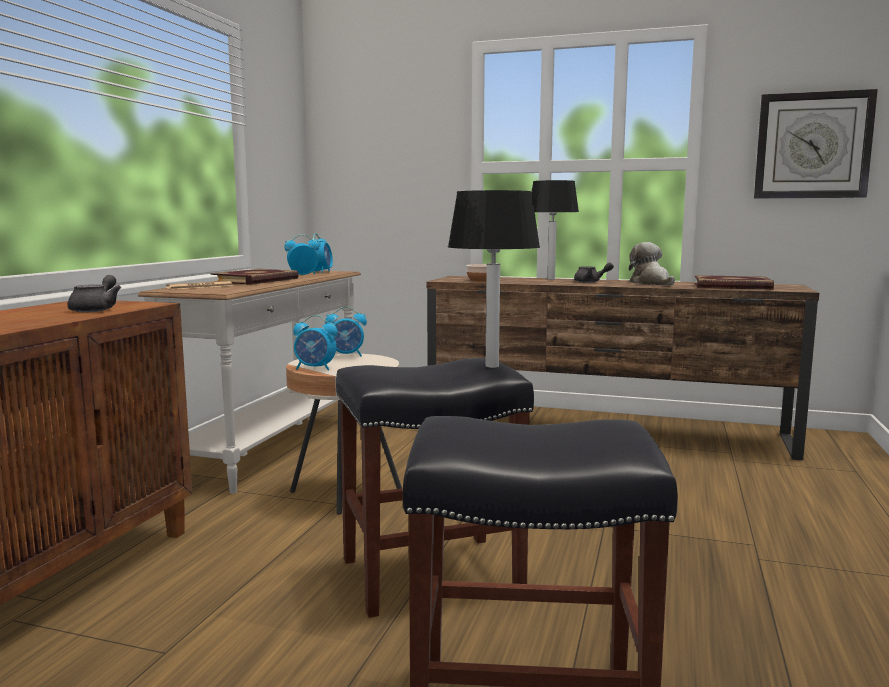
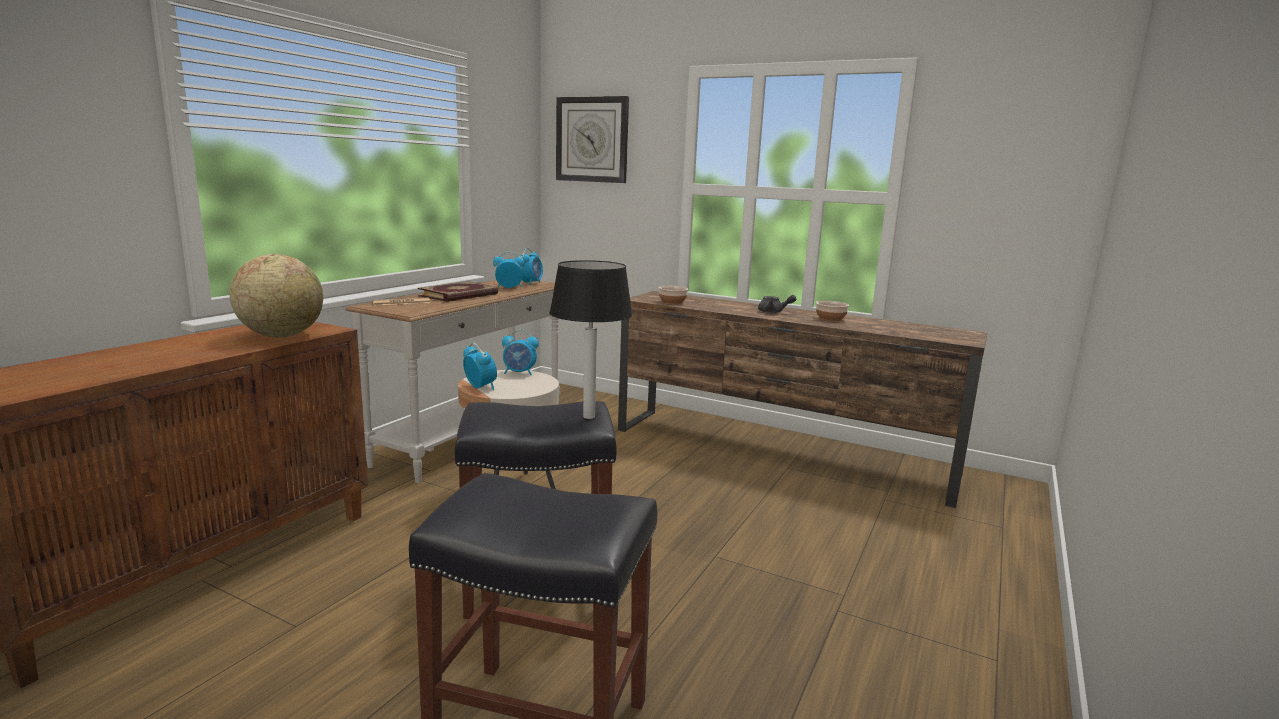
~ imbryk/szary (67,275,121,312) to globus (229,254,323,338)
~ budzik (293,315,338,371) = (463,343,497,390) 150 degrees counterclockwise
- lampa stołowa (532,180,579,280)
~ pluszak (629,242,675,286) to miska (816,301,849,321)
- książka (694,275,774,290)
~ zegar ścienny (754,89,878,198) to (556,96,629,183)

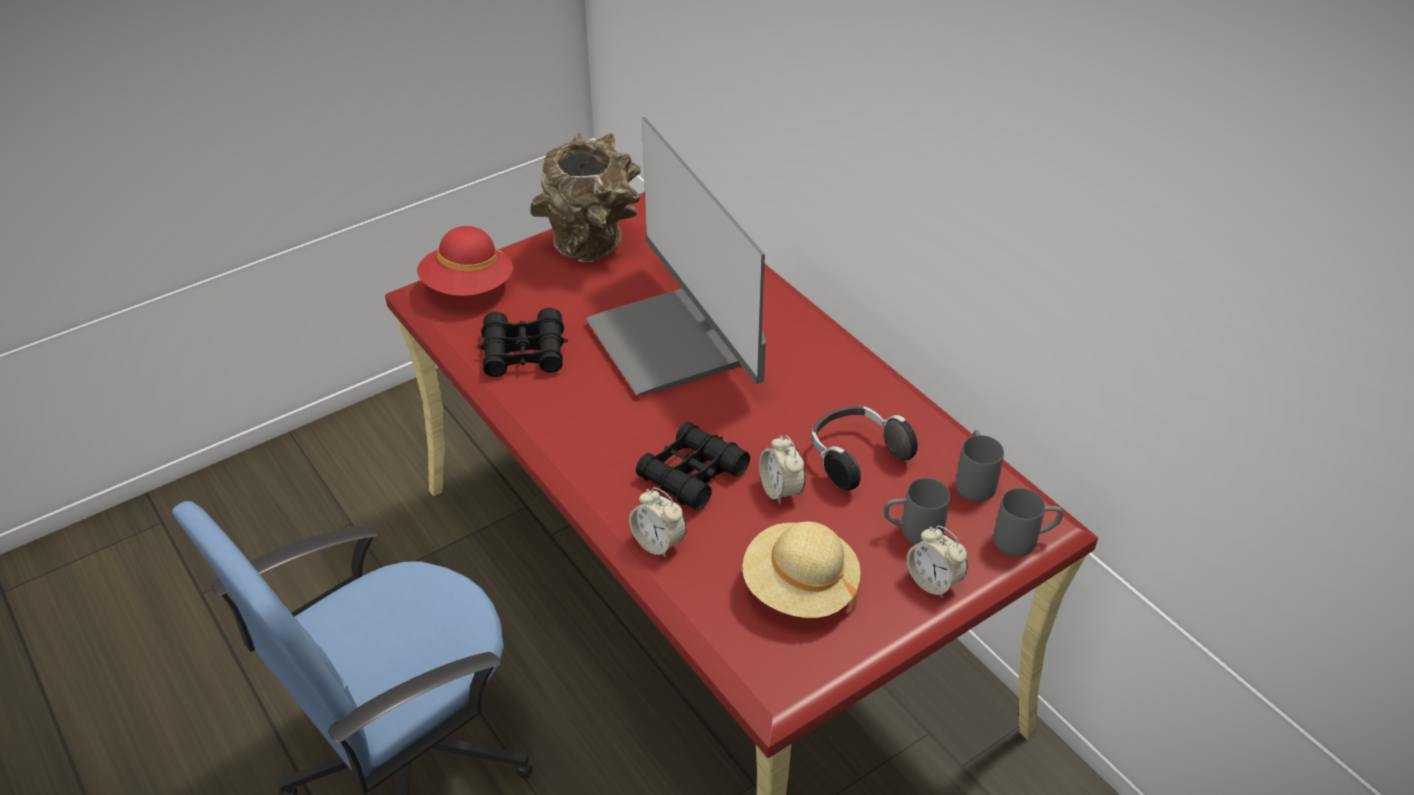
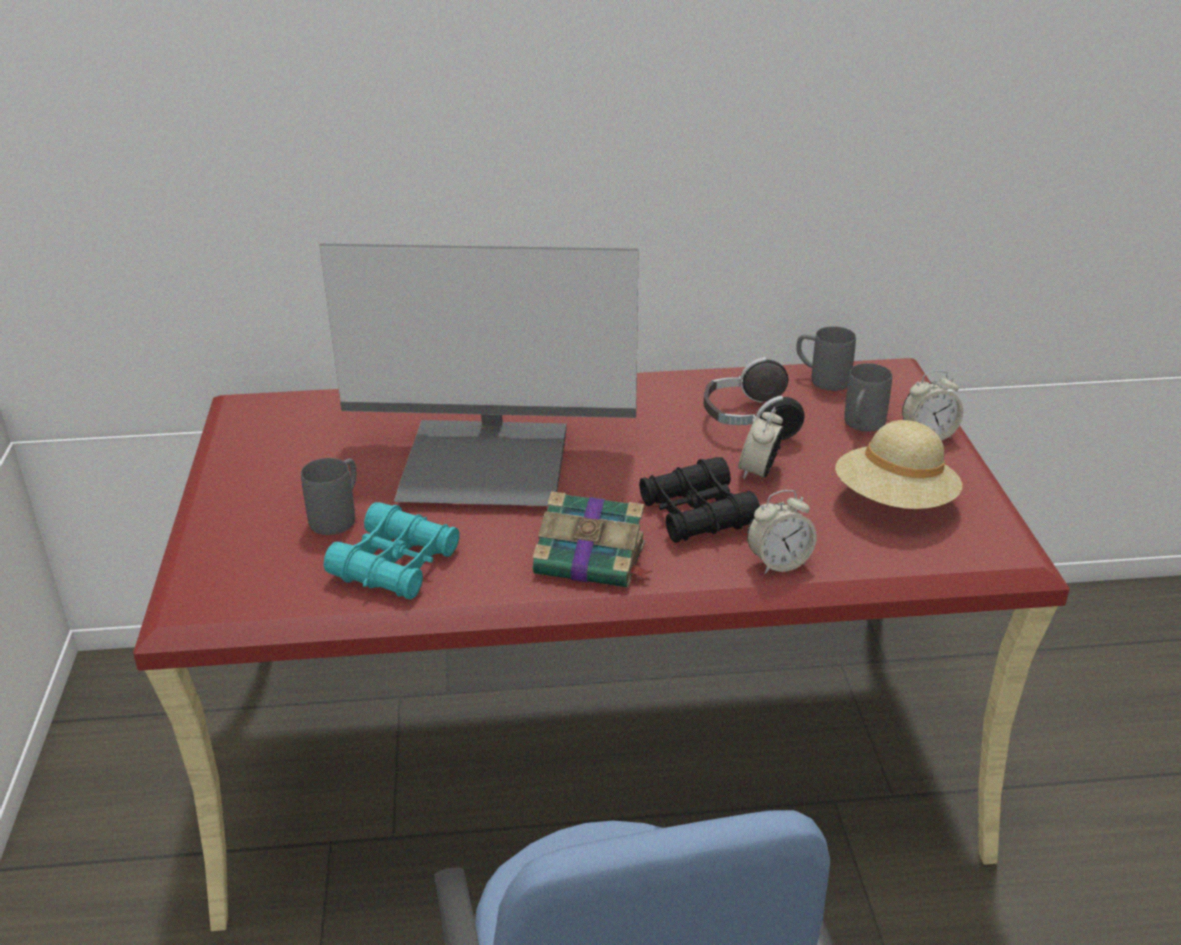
- kapelusz/czerwony (417,226,513,296)
~ lornetka/czarny (477,308,568,377) to lornetka/turkusowy (324,502,459,600)
- wazon/brązowy (530,133,641,262)
~ budzik (759,435,806,505) = (738,407,784,479) 105 degrees clockwise
~ kubek/szary (994,488,1063,557) to (301,458,357,535)
+ książka (533,491,653,588)

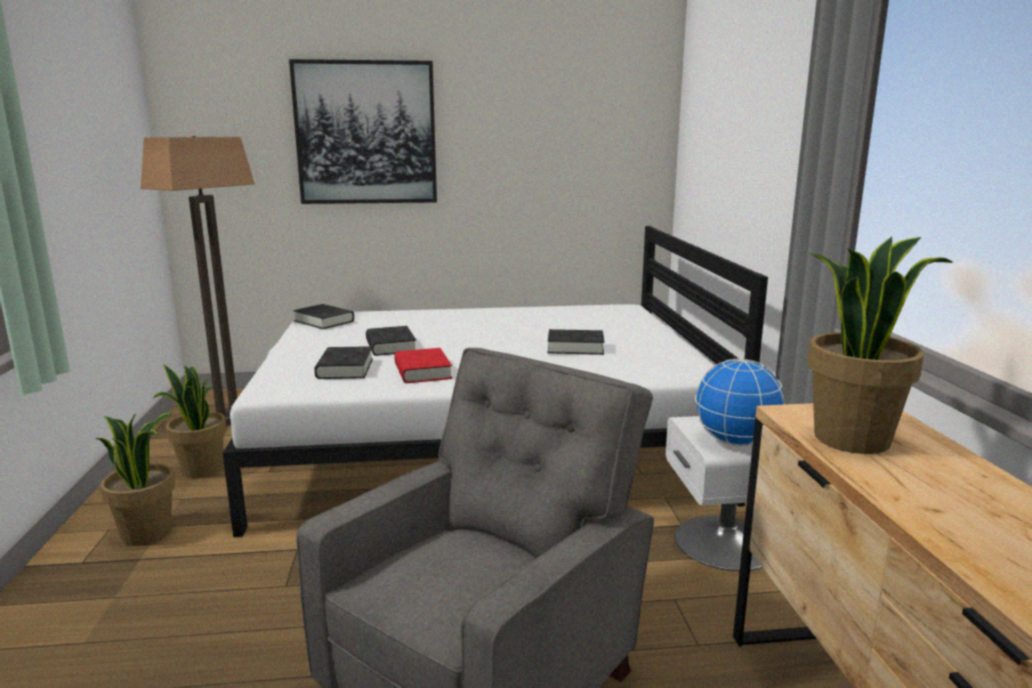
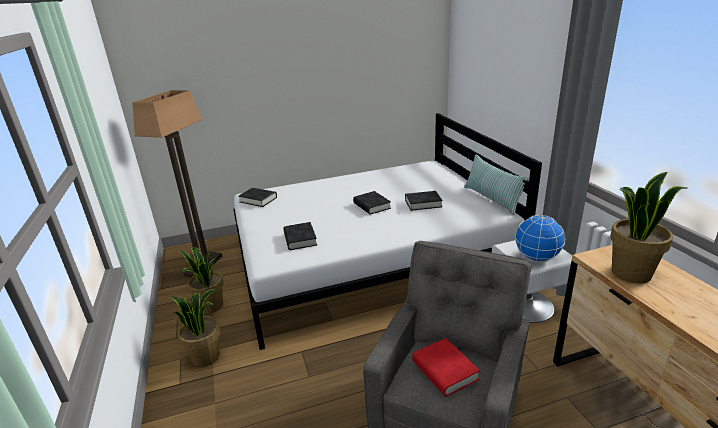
- obraz (289,59,437,204)
~ książka/czarny (366,326,416,356) to (353,191,391,215)
~ książka/czerwony (394,348,452,383) to (412,338,480,397)
+ poduszka (464,154,529,215)

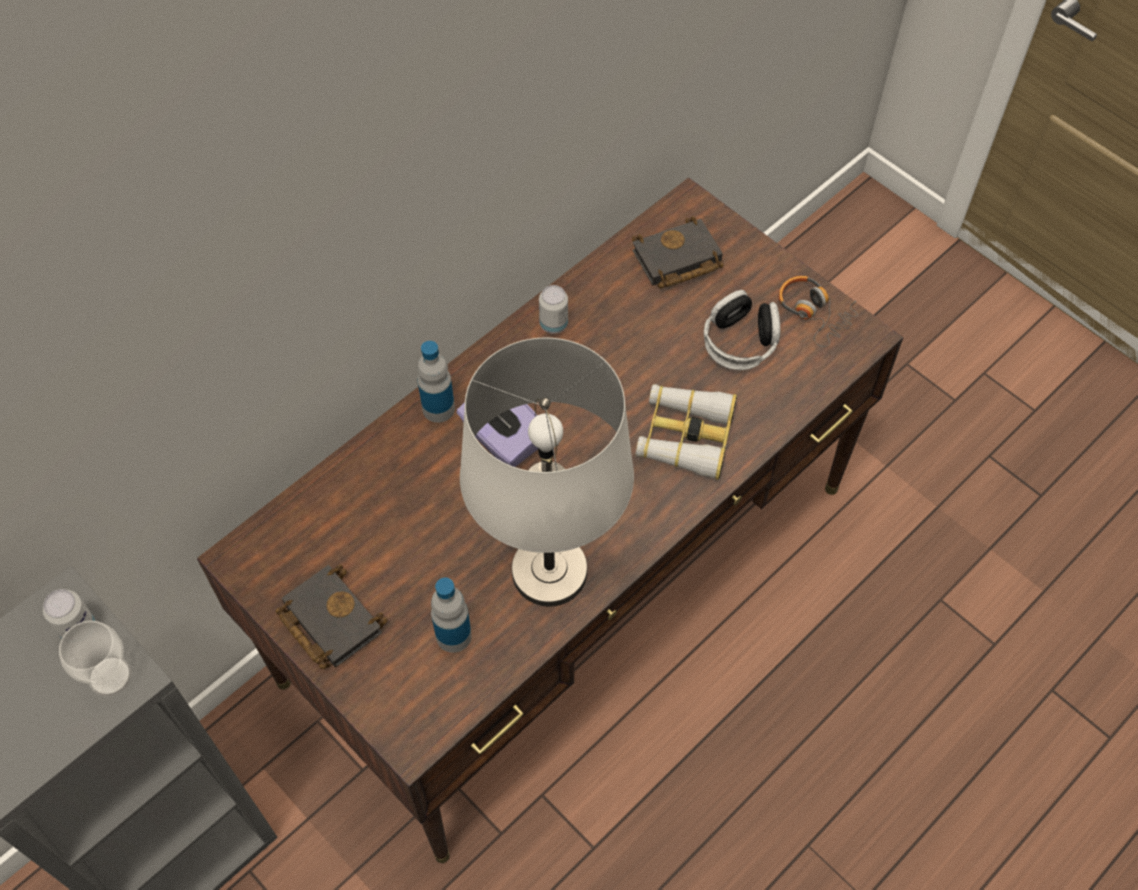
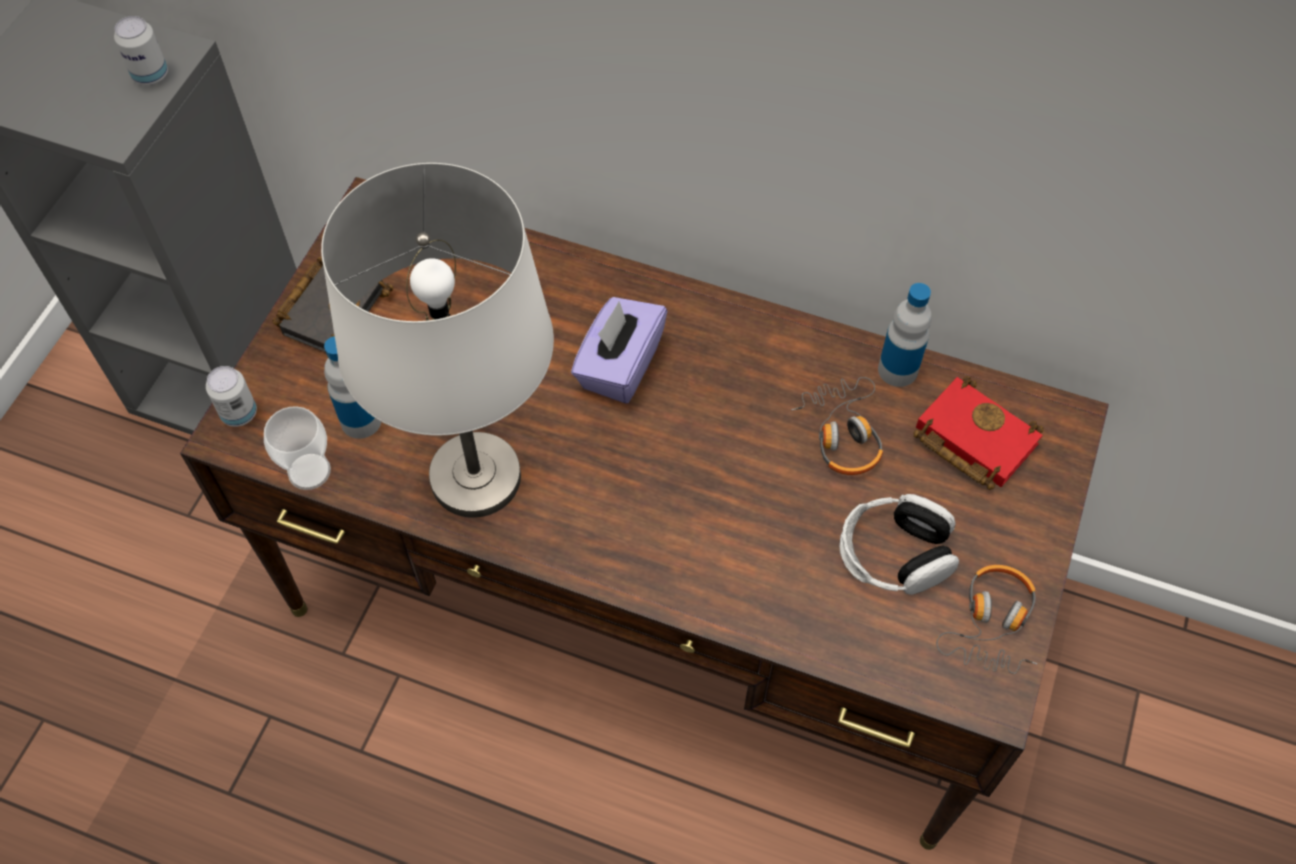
~ filiżanka (59,621,131,696) to (264,406,331,490)
~ butelka (417,341,455,423) to (878,283,932,387)
~ puszka (539,285,568,334) to (206,366,257,427)
~ książka/czarny (632,216,724,289) to książka/czerwony (914,376,1044,490)
- lornetka (636,384,737,480)
+ słuchawki (791,377,883,475)

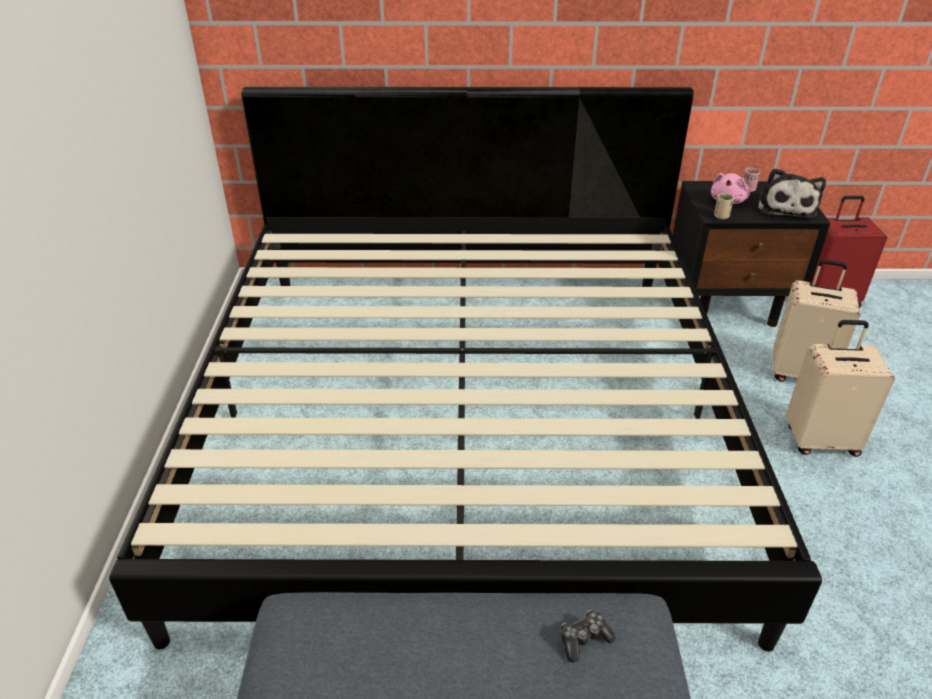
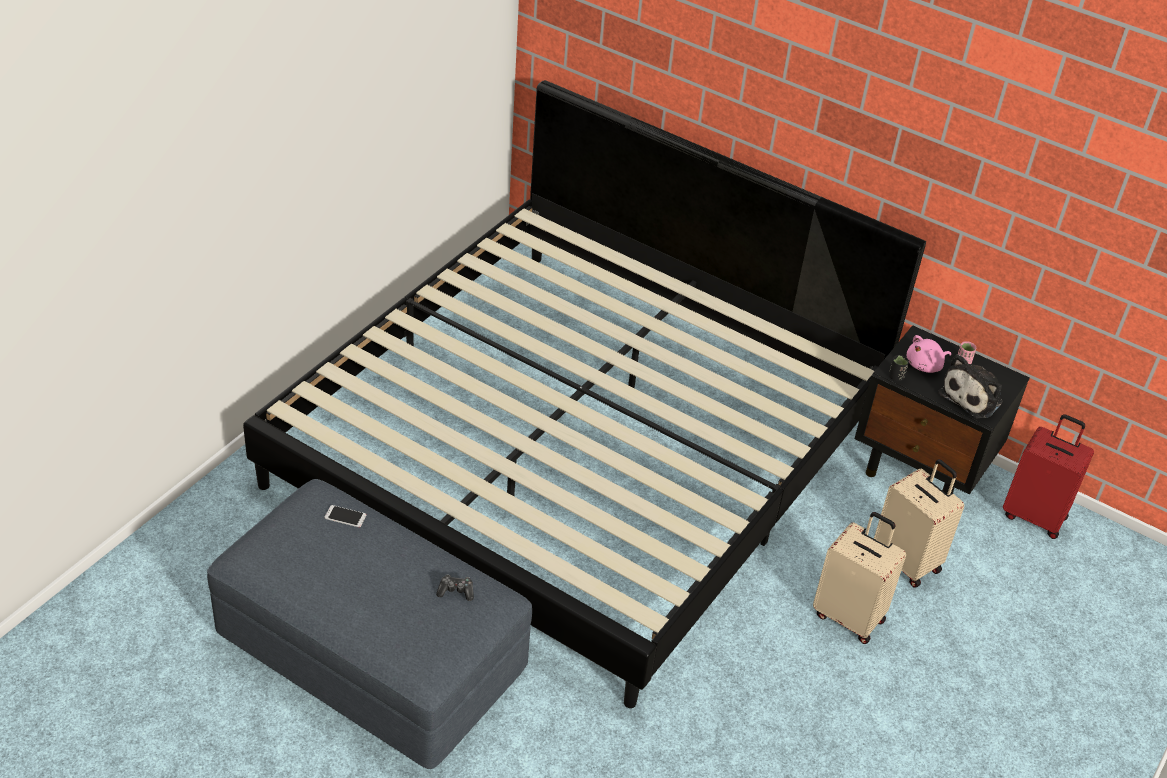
~ filiżanka/beżowy (714,193,734,219) to filiżanka/czarny (889,355,909,381)
+ telefon (325,505,367,527)

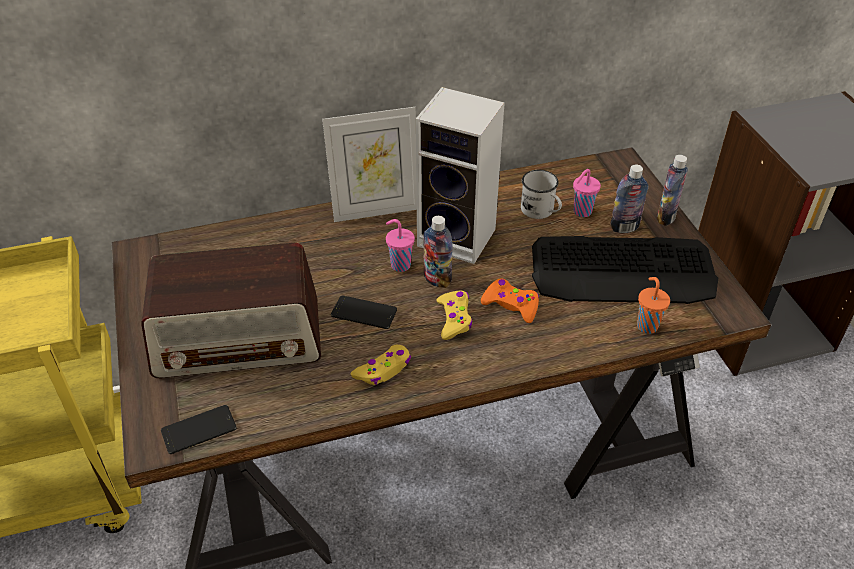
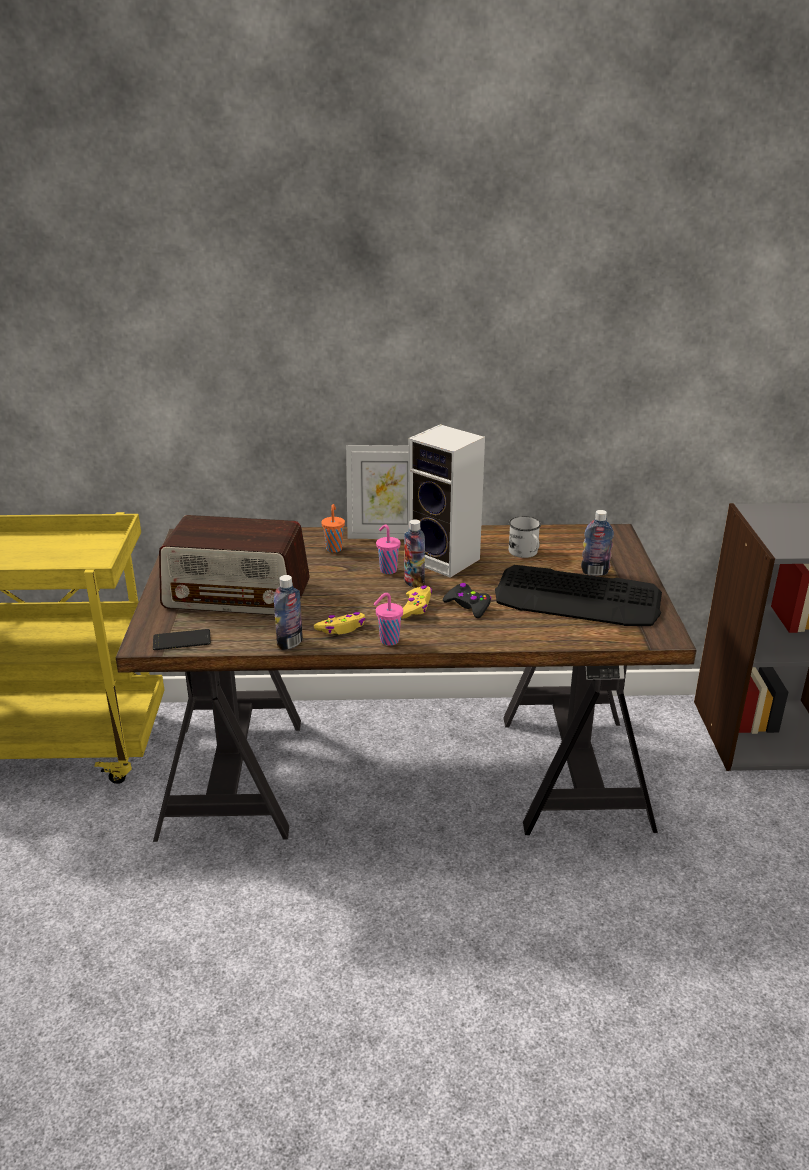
- telefon (331,295,397,329)
~ pad do gier/pomarańczowy (481,278,539,323) to pad do gier/czarny (443,583,491,618)
~ filiżanka/różowy (573,169,601,217) to (374,593,403,646)
~ filiżanka/pomarańczowy (637,277,670,334) to (321,504,345,553)
~ butelka (657,155,688,226) to (274,575,303,650)

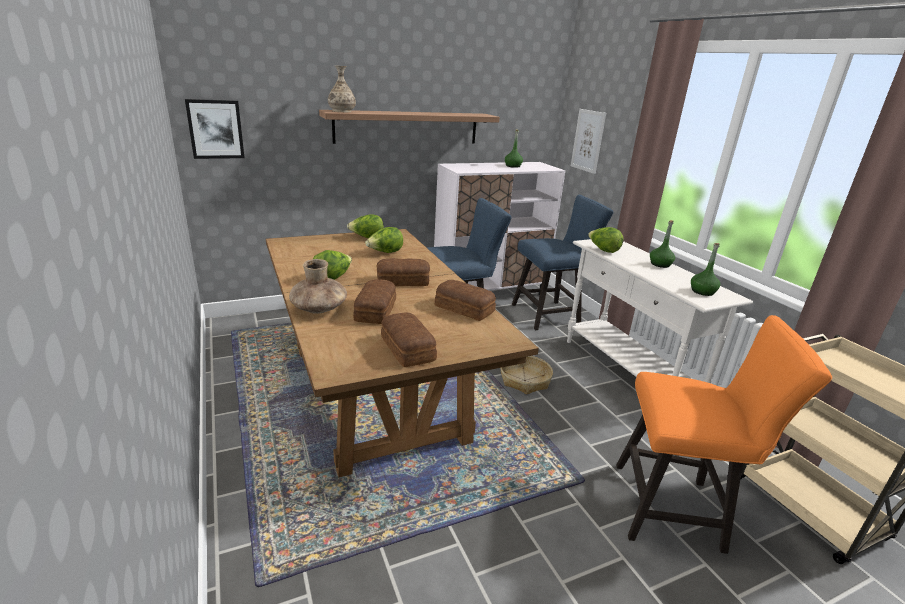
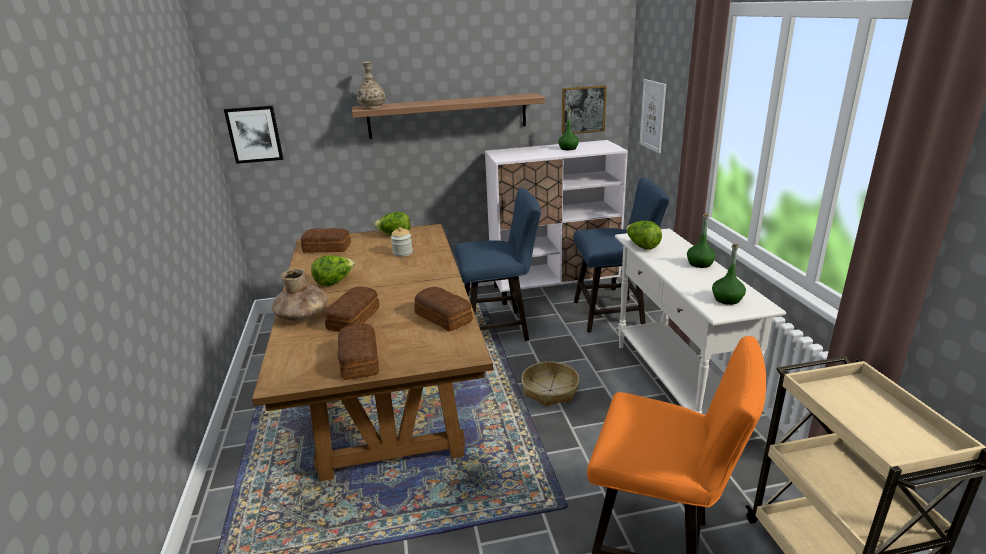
~ sałata (365,227,403,253) to słoik (391,227,413,257)
~ chleb (376,258,430,286) to (301,228,351,253)
+ obraz (562,85,607,135)

